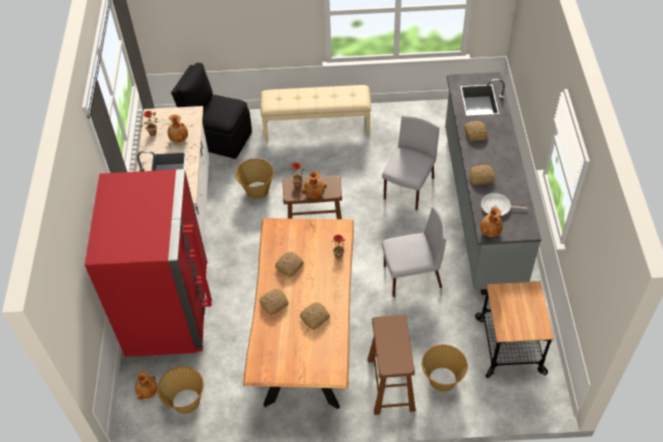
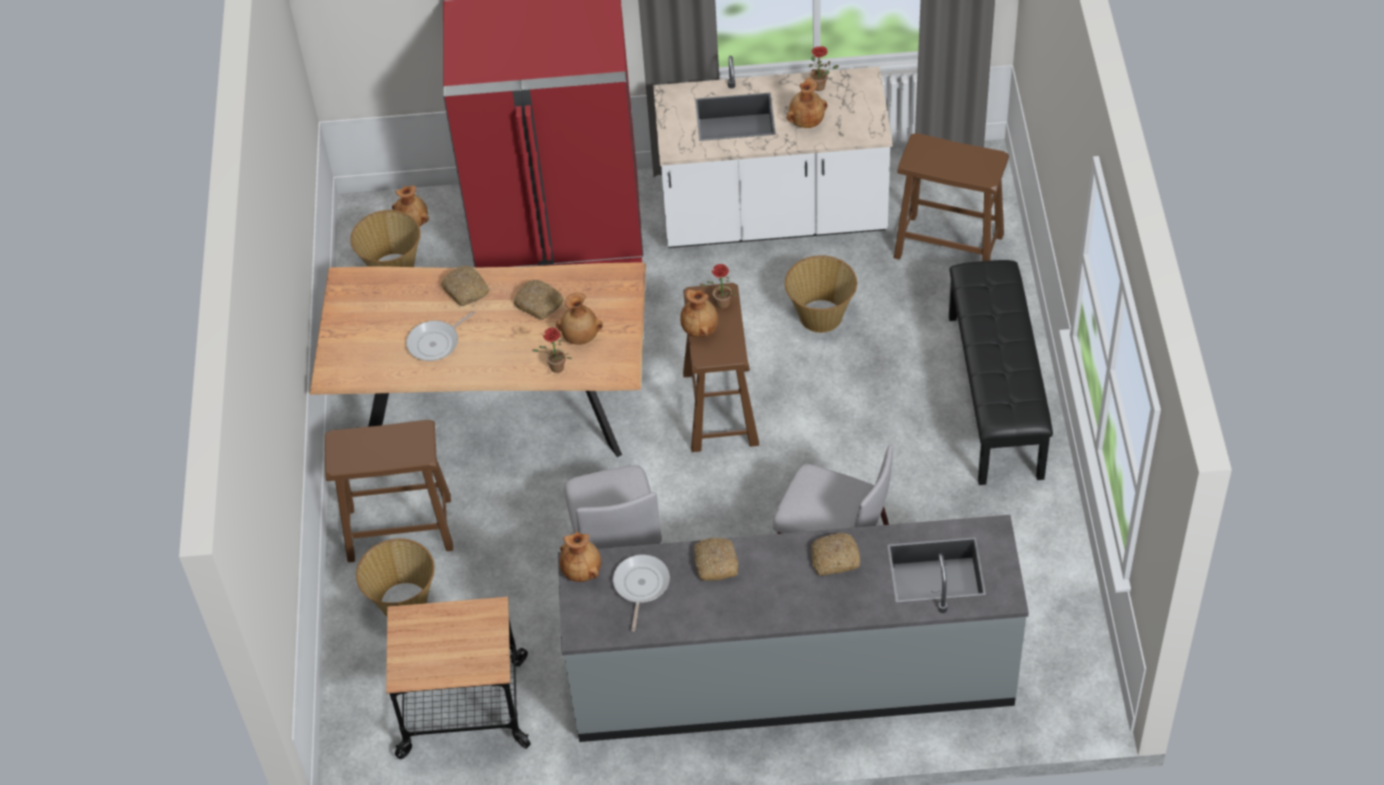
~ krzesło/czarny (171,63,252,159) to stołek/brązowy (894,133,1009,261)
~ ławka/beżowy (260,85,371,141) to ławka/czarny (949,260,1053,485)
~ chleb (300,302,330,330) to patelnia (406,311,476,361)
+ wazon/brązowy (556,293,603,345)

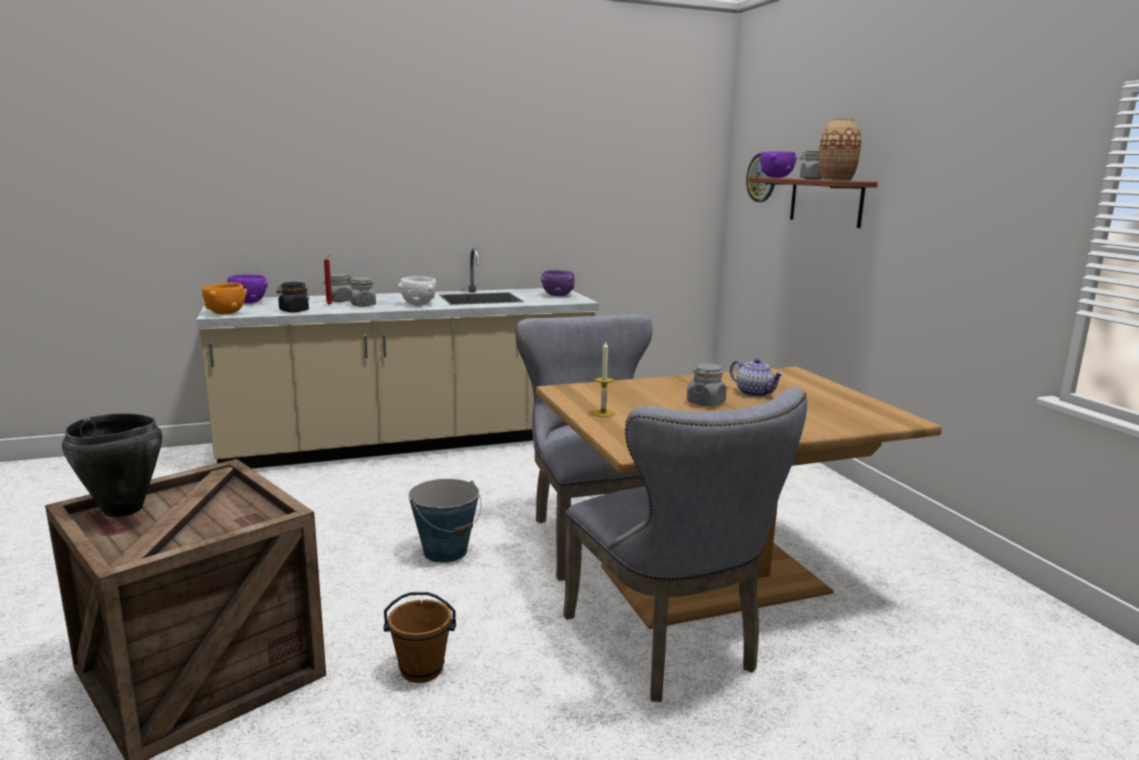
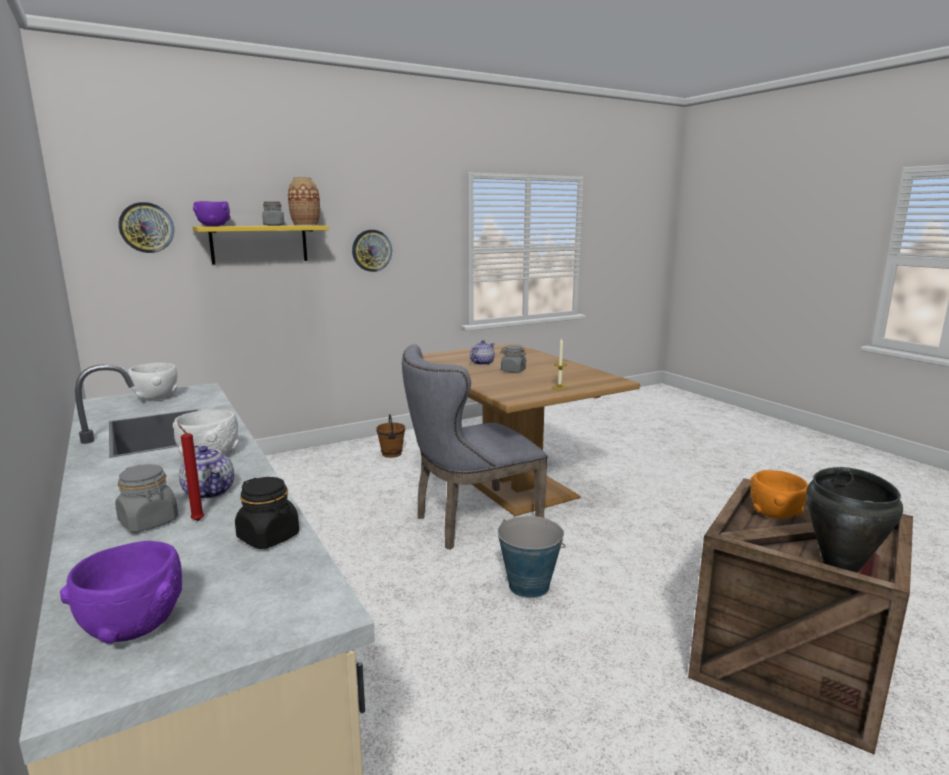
~ miska/pomarańczowy (202,283,247,314) to (750,470,808,519)
~ słoik/szary (350,278,376,307) to imbryk (179,445,234,500)
~ wiadro/brązowy (384,592,456,683) to (376,414,405,458)
~ miska/fioletowy (541,270,575,296) to miska/biały (128,363,177,401)
- krzesło/szary (563,387,807,702)
~ półka/brązowy (749,177,878,228) to półka/żółty (193,225,329,264)
+ zegar ścienny (352,230,392,272)

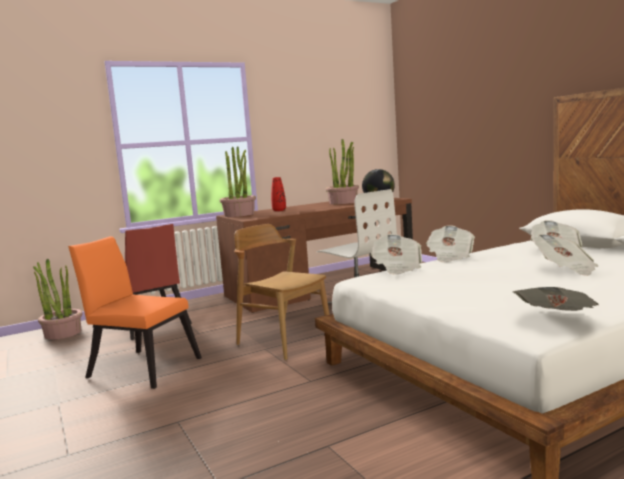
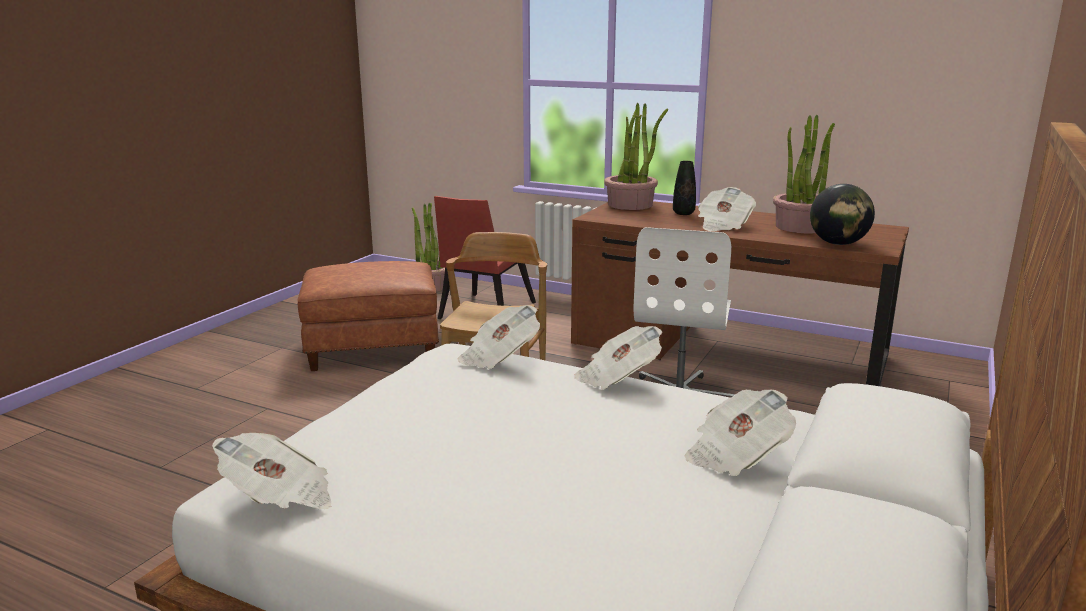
~ krzesło/pomarańczowy (68,236,202,389) to pufa/brązowy (298,261,439,371)
~ wazon/czerwony (271,177,286,211) to wazon/czarny (673,161,696,215)
~ gazeta (535,234,599,276) to (698,187,756,231)

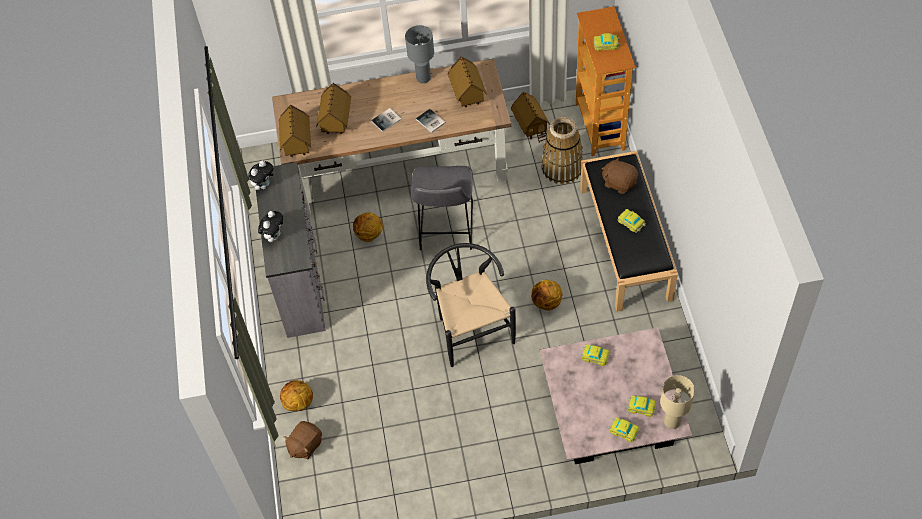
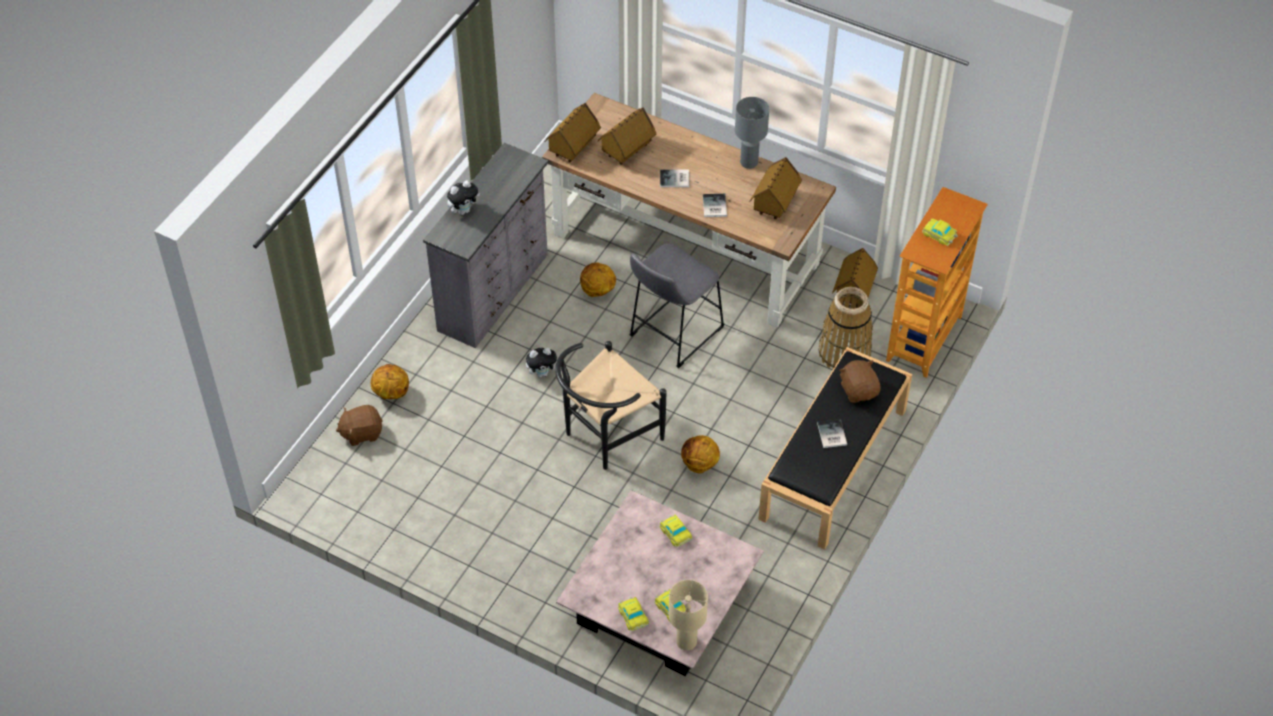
~ pluszak (248,161,273,190) to (526,348,557,377)
~ krzesło/czarny (426,243,516,367) = (555,341,667,470) 150 degrees counterclockwise
~ samochodzik (617,209,645,233) to książka (817,419,847,448)

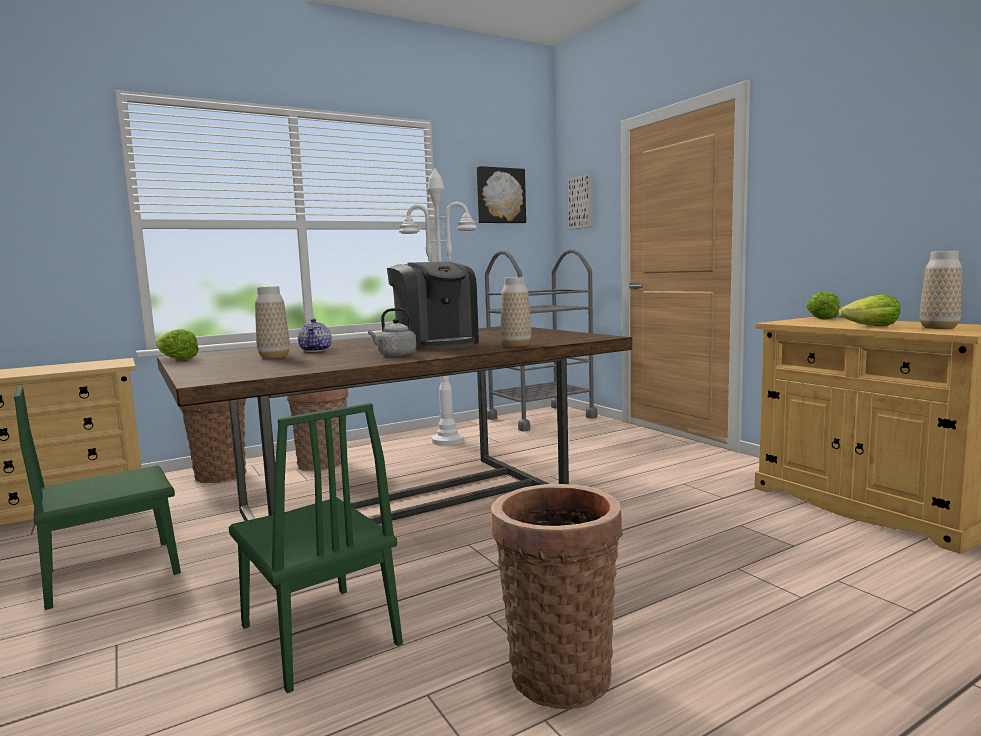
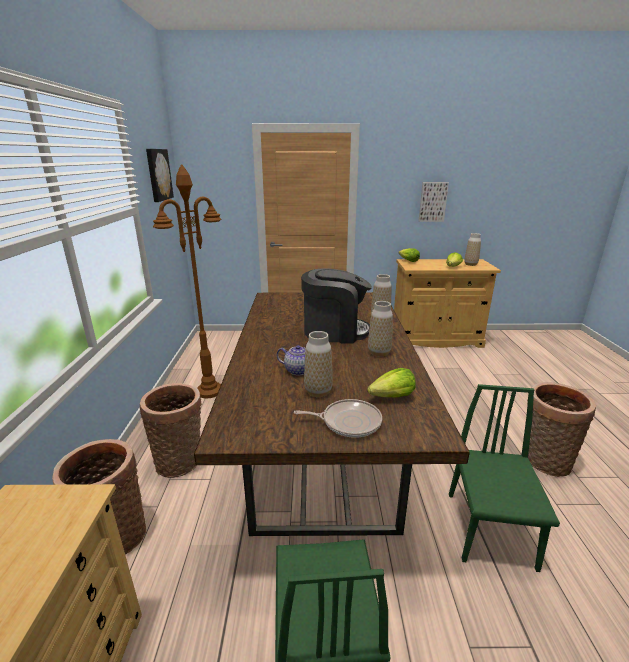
~ sałata (156,329,199,360) to (367,368,416,397)
~ krzesło/zielony (229,403,403,693) = (449,384,560,572) 75 degrees counterclockwise
~ czajnik/szary (368,308,416,357) to wazon (368,301,393,357)
~ lampa stojąca/biały (399,168,478,446) to lampa stojąca/brązowy (153,164,221,398)
- wózek/szary (485,249,598,431)
~ obraz (568,174,593,229) to (419,182,449,222)
+ patelnia (294,399,382,438)

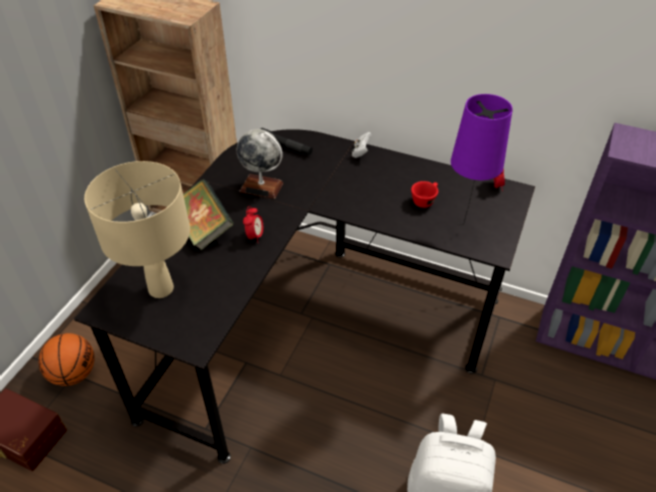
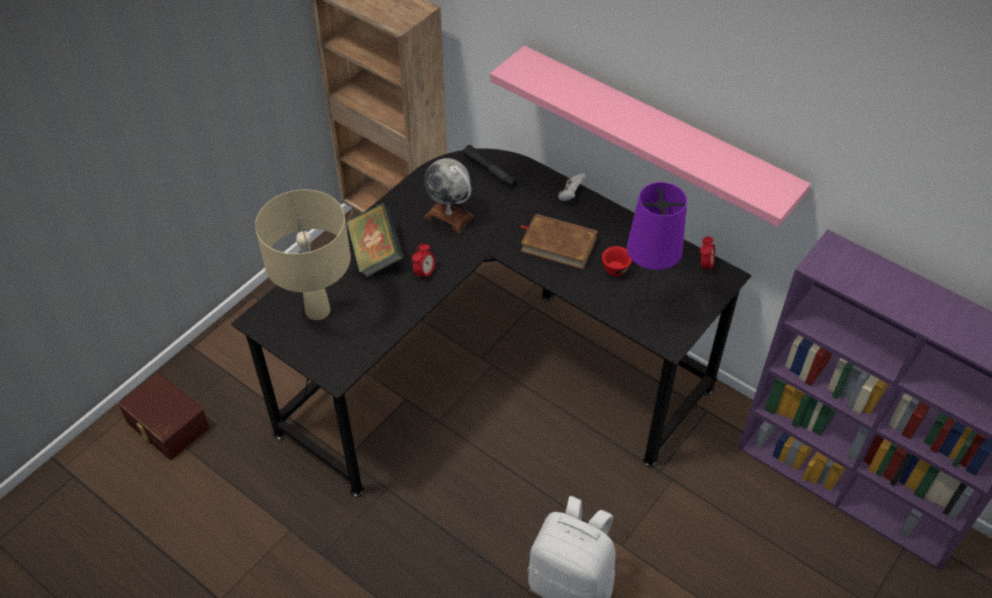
- piłka do koszykówki (38,333,95,386)
+ półka/różowy (490,46,811,227)
+ książka/brązowy (520,214,598,270)

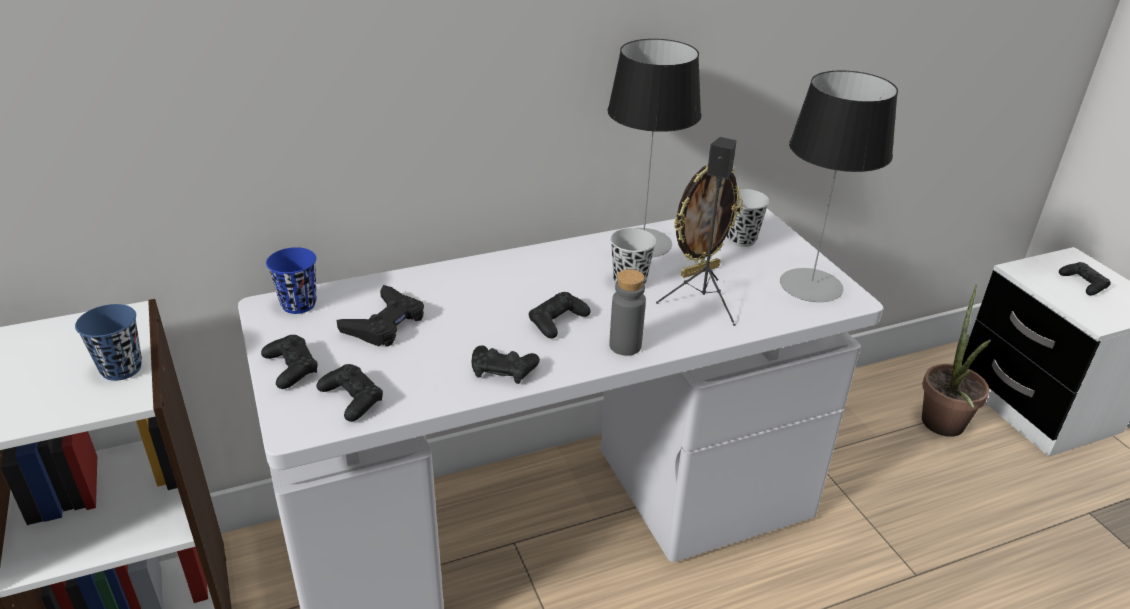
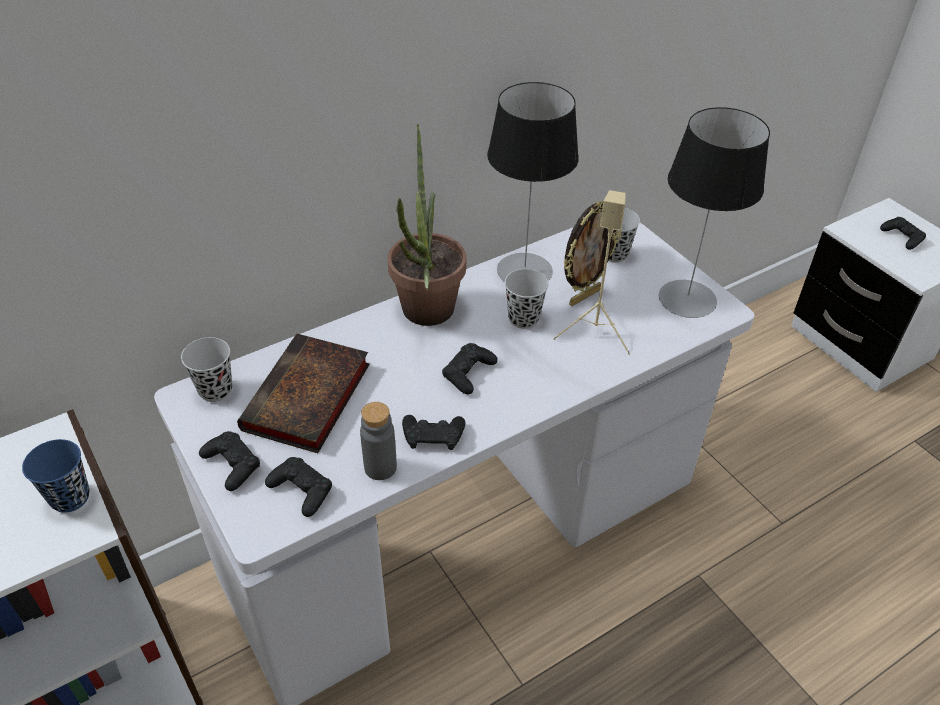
~ filiżanka/niebieski (266,247,316,314) to filiżanka/czarny (181,337,232,402)
~ pad do gier/czarny (336,285,424,347) to książka (237,334,370,453)
~ butelka/szary (609,269,646,356) to (360,402,397,480)
~ głośnik/czarny (656,137,737,326) to głośnik/beżowy (553,190,630,355)
~ roślina doniczkowa (922,285,991,437) to (388,124,466,326)

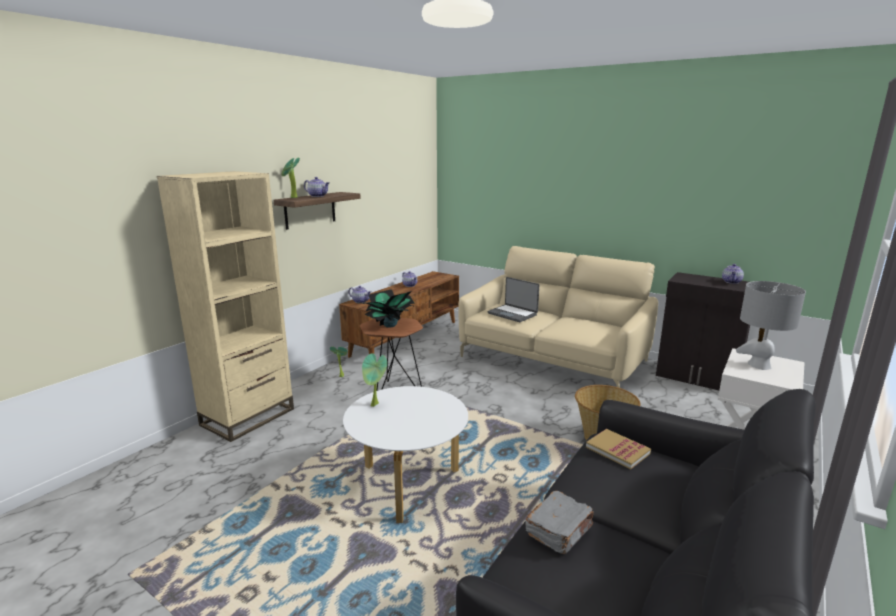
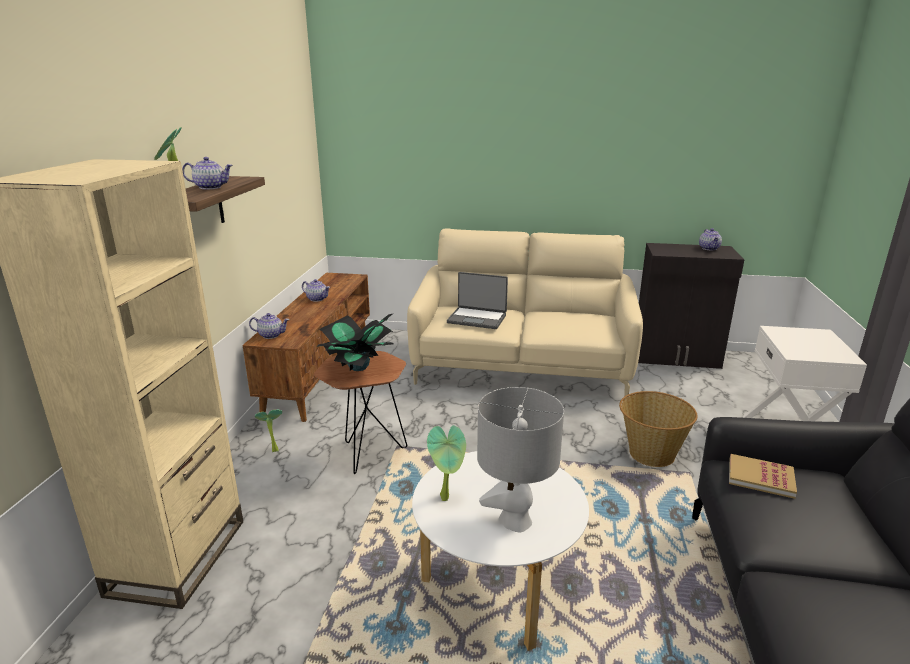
- książka/szary (525,491,594,554)
~ lampa stołowa/szary (736,281,806,370) to (477,387,564,532)

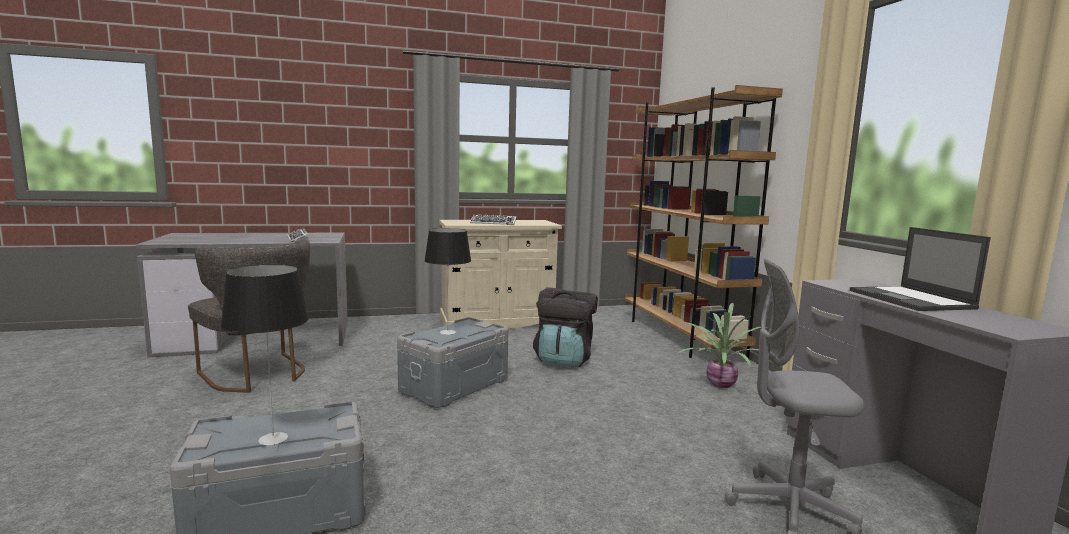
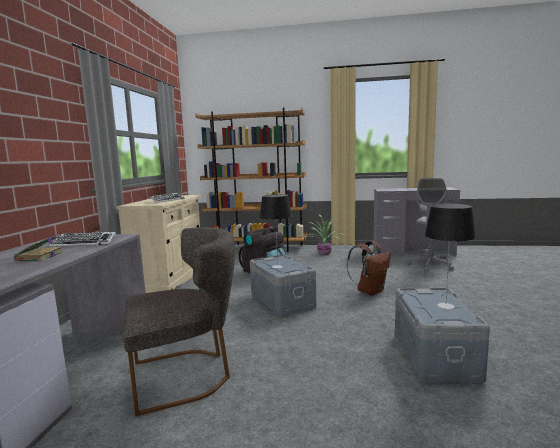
- laptop (850,227,991,311)
+ książka (14,235,64,262)
+ plecak/brązowy (347,241,391,296)

